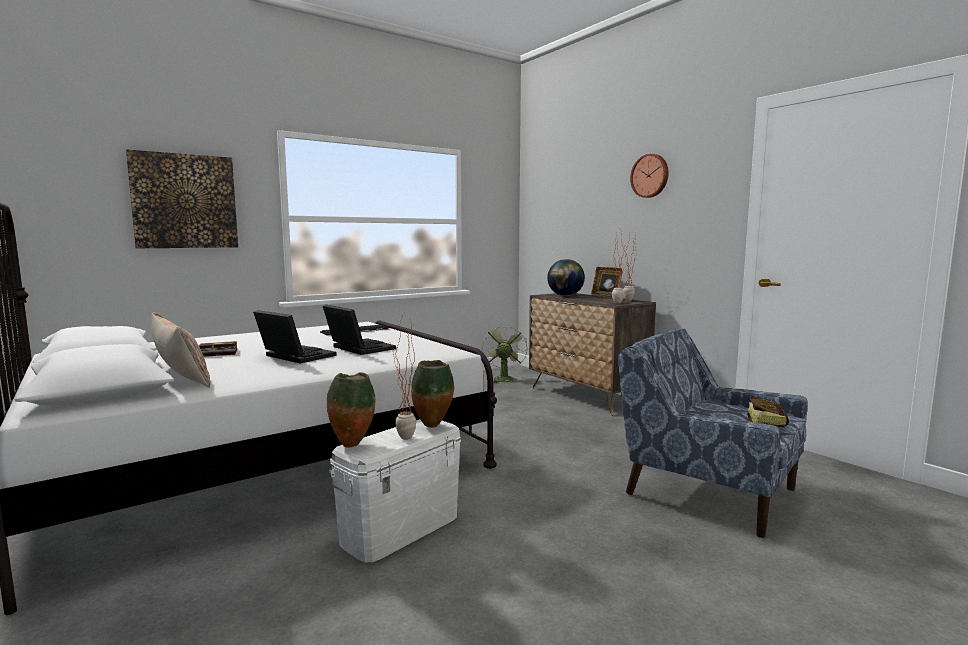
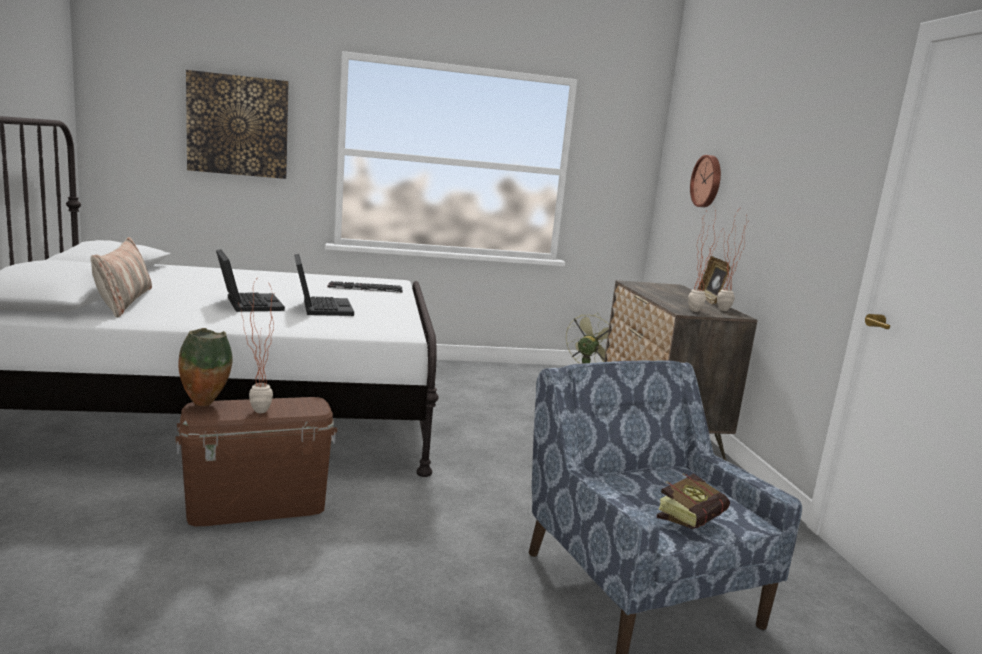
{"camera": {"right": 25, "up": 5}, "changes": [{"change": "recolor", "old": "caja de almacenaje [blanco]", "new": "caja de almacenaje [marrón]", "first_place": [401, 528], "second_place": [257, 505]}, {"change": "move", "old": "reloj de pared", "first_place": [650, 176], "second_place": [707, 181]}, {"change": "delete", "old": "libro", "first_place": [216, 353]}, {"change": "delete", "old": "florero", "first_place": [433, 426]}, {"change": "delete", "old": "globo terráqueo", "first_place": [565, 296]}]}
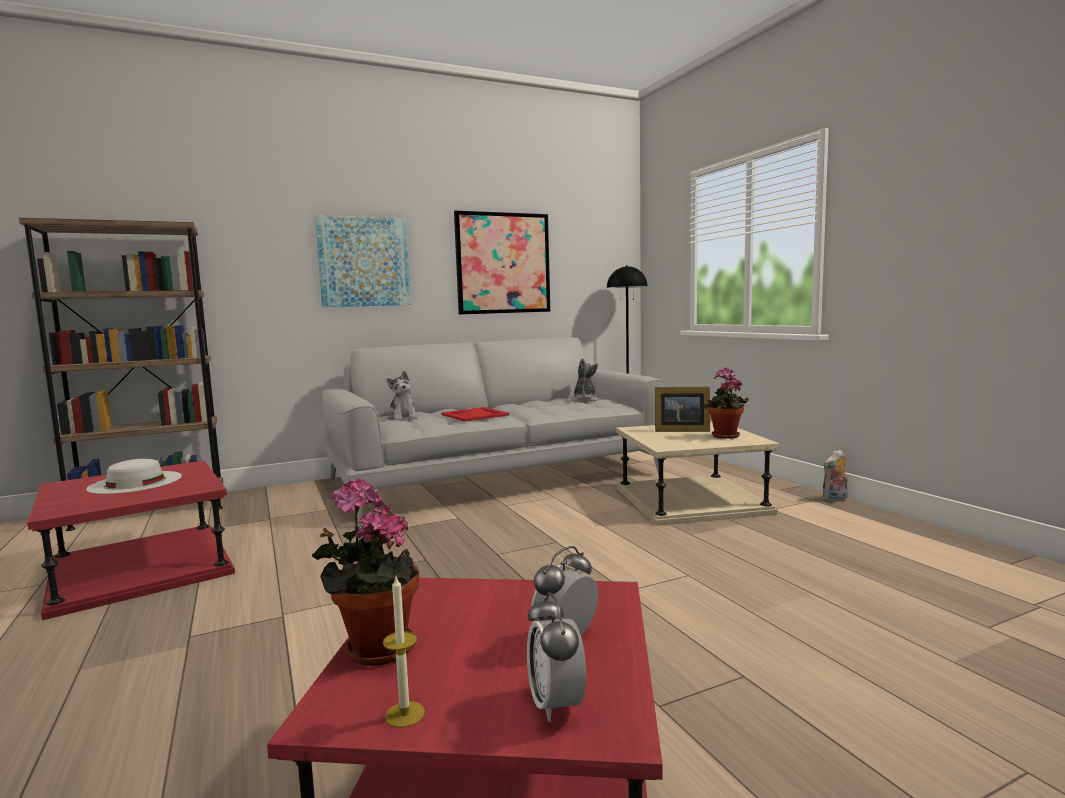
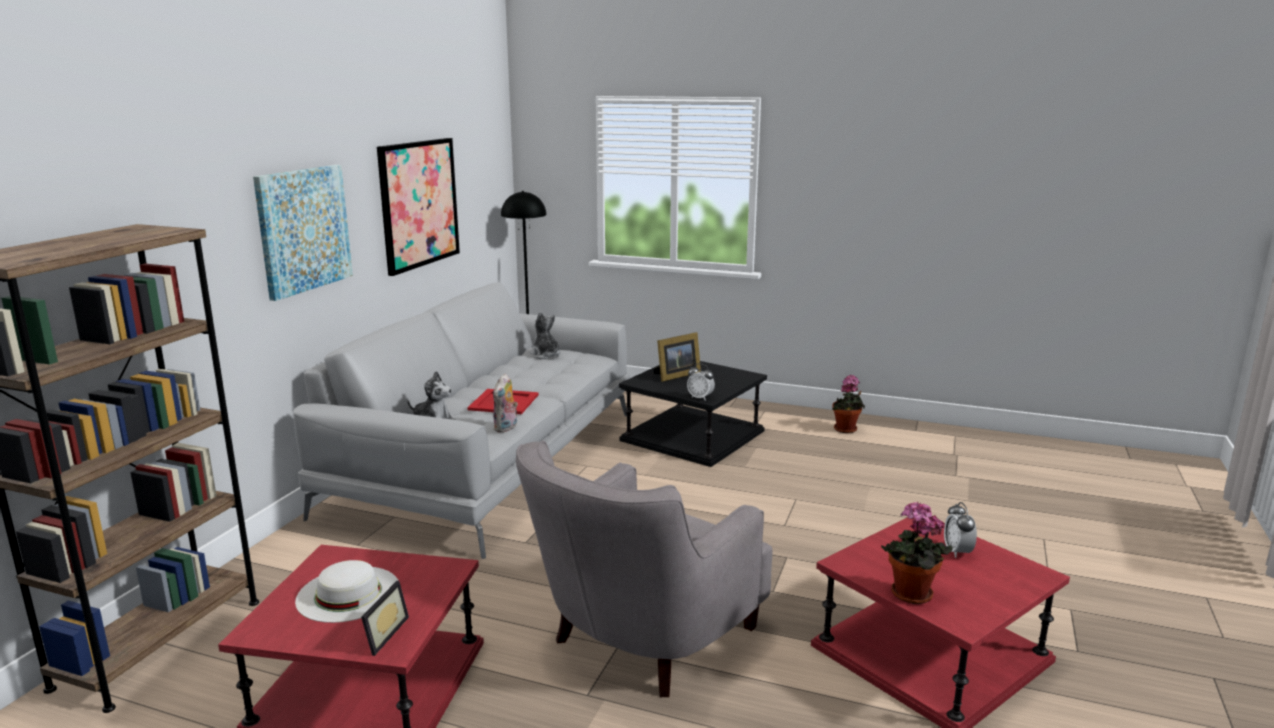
{"camera": {"right": -45, "up": 10}, "changes": [{"change": "insert", "new": "portarretratos", "second_place": [381, 634]}, {"change": "move", "old": "peluche", "first_place": [835, 500], "second_place": [506, 428]}, {"change": "insert", "new": "sillón [gris]", "second_place": [642, 640]}, {"change": "recolor", "old": "mesa auxiliar [beis]", "new": "mesa auxiliar [negro]", "first_place": [691, 500], "second_place": [693, 436]}, {"change": "move", "old": "despertador", "first_place": [556, 704], "second_place": [700, 398]}, {"change": "move", "old": "planta en maceta", "first_place": [725, 436], "second_place": [846, 430]}, {"change": "delete", "old": "vela", "first_place": [404, 714]}]}
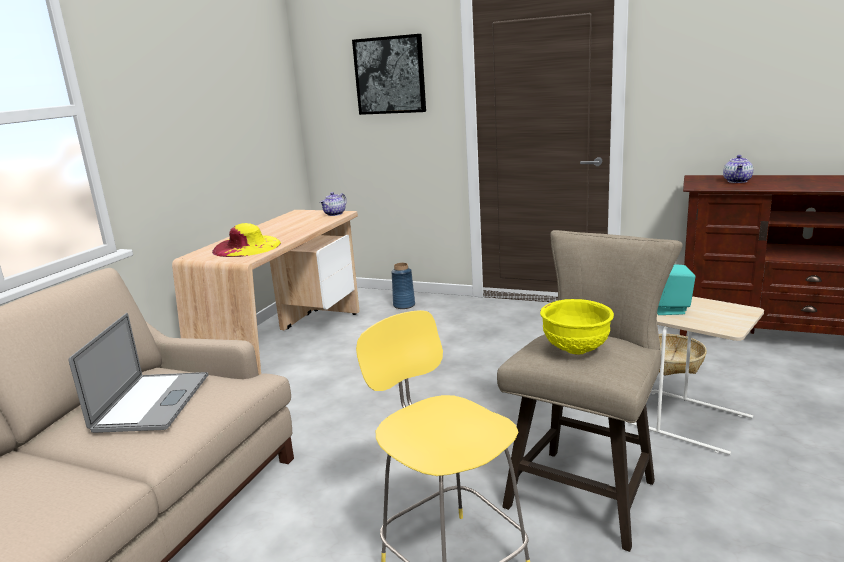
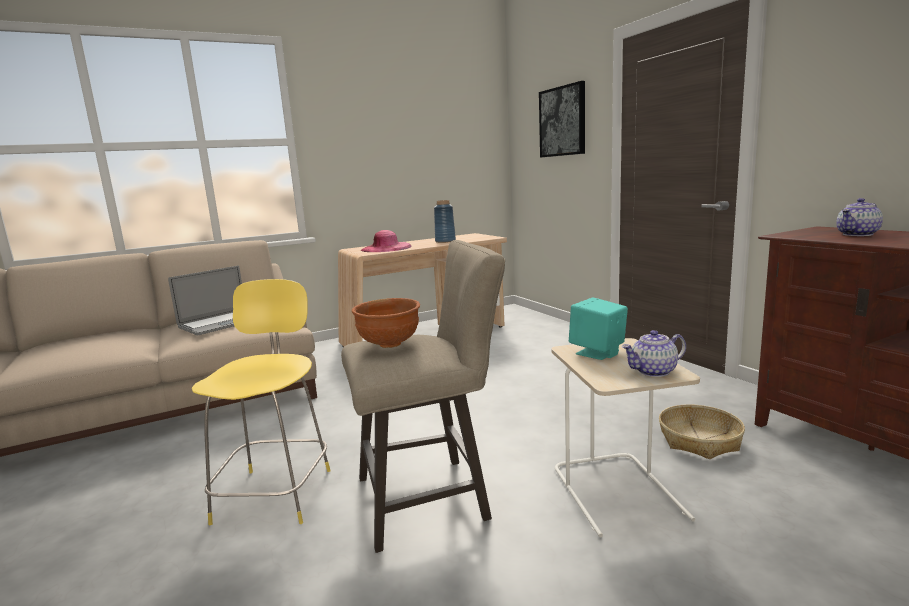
{"camera": {"right": 40, "up": -5}, "changes": [{"change": "recolor", "old": "cuenco [amarillo]", "new": "cuenco [marrón]", "first_place": [576, 350], "second_place": [389, 345]}, {"change": "recolor", "old": "sombrero [amarillo]", "new": "sombrero [rosa]", "first_place": [246, 247], "second_place": [386, 248]}, {"change": "move", "old": "florero [azul]", "first_place": [404, 305], "second_place": [445, 241]}, {"change": "move", "old": "tetera", "first_place": [335, 214], "second_place": [653, 371]}]}
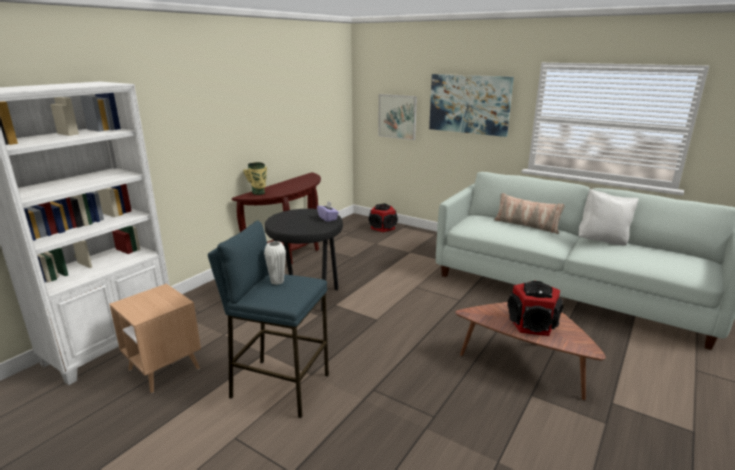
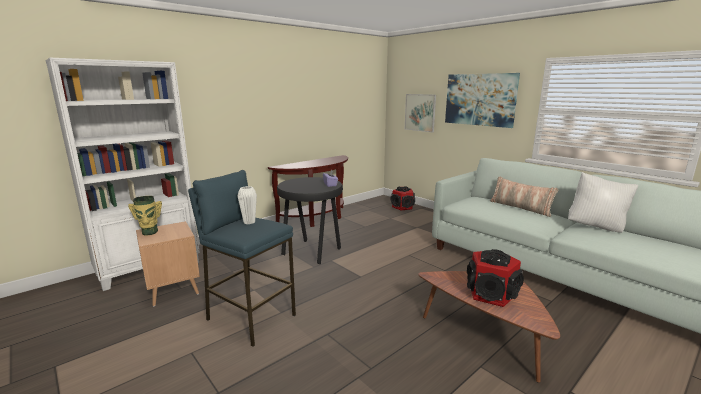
{"camera": {"right": 15, "up": -5}, "changes": [{"change": "move", "old": "florero", "first_place": [259, 193], "second_place": [149, 232]}]}
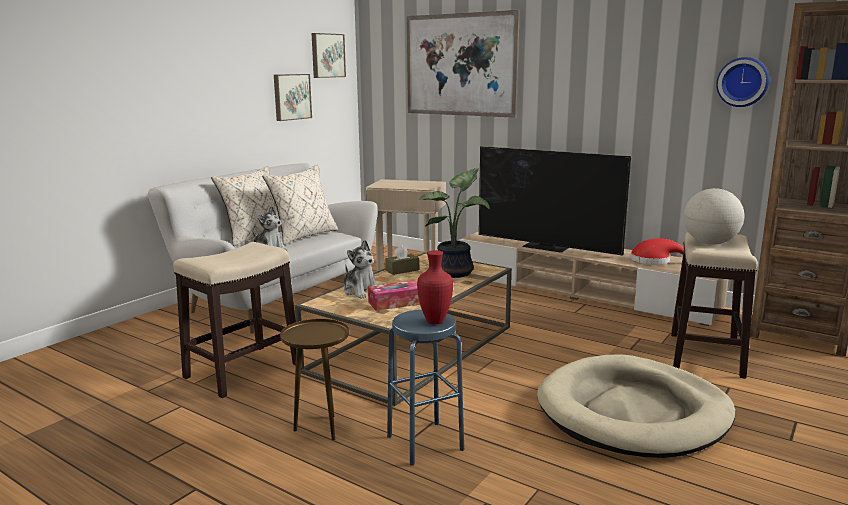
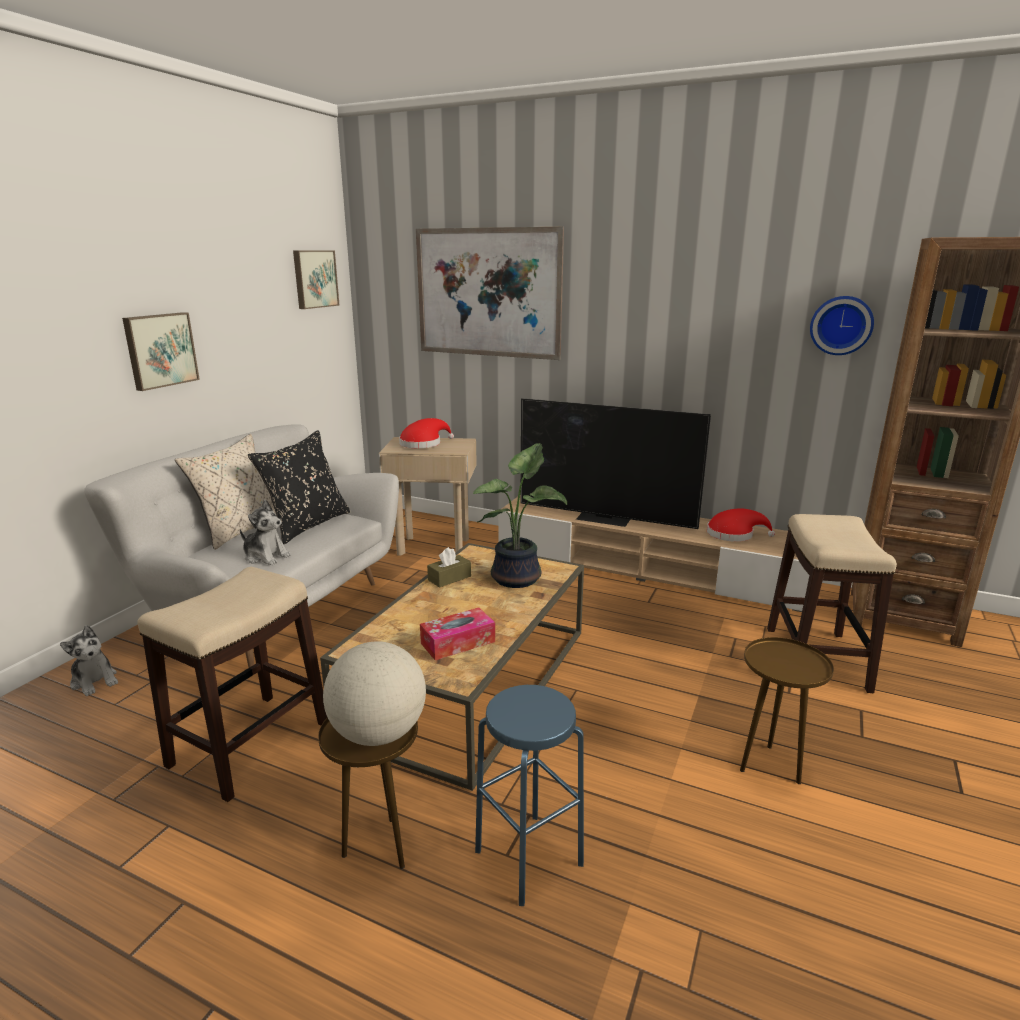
{"camera": {"right": -10, "up": 5}, "changes": [{"change": "move", "old": "peluche", "first_place": [361, 291], "second_place": [95, 681]}, {"change": "move", "old": "cuadro", "first_place": [291, 97], "second_place": [160, 350]}, {"change": "recolor", "old": "cojín [beis]", "new": "cojín [negro]", "first_place": [303, 236], "second_place": [307, 525]}, {"change": "move", "old": "globo terráqueo", "first_place": [710, 243], "second_place": [379, 733]}, {"change": "insert", "new": "sombrero [rojo]", "second_place": [423, 444]}, {"change": "replace", "old": "cama para perro [beis]", "new": "mesa auxiliar [marrón]", "first_place": [633, 412], "second_place": [770, 766]}, {"change": "delete", "old": "florero [rojo]", "first_place": [435, 321]}]}
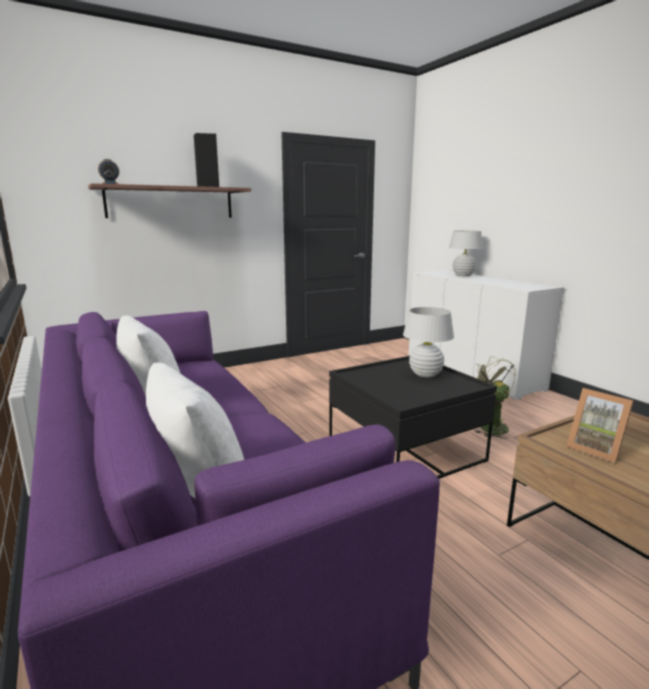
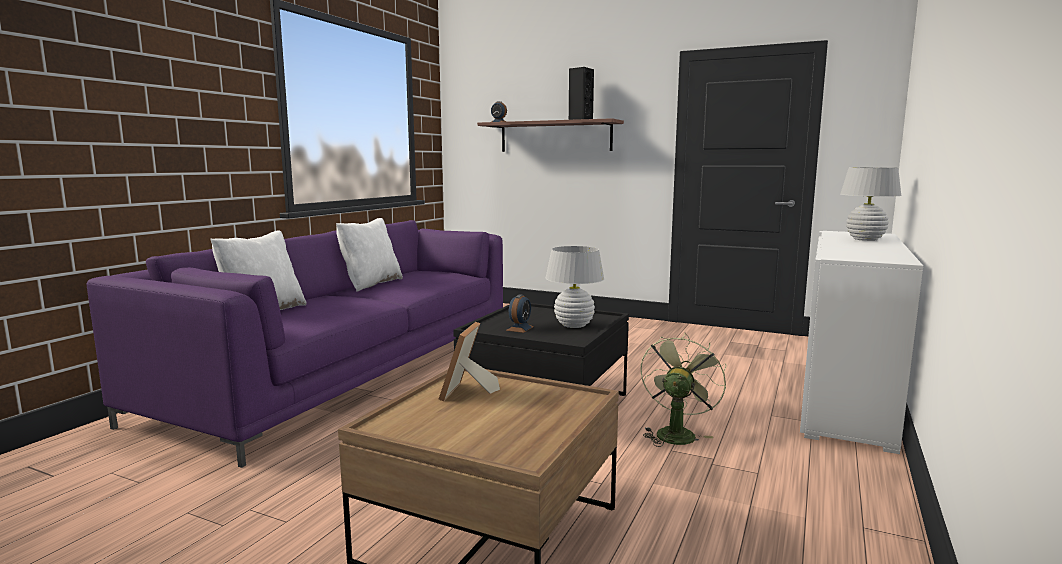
{"camera": {"right": 55, "up": -5}, "changes": [{"change": "insert", "new": "despertador", "second_place": [520, 328]}]}
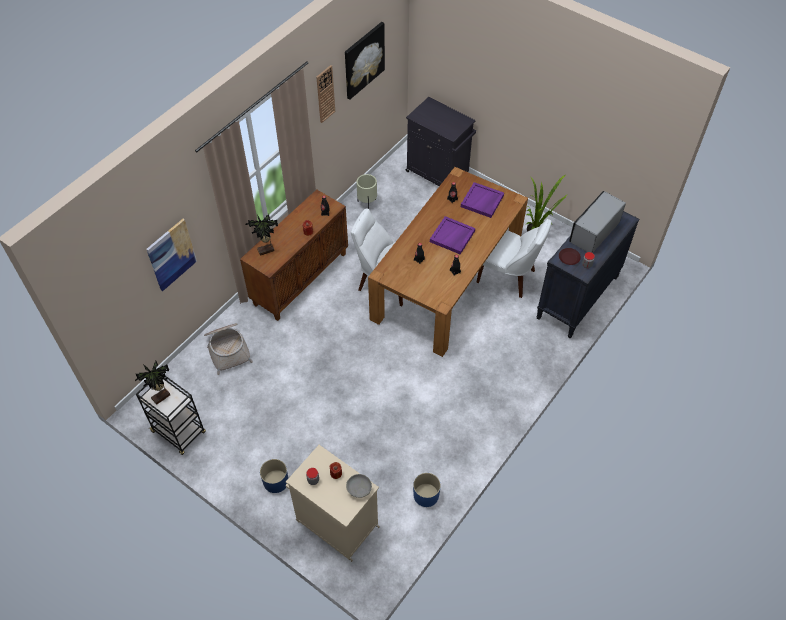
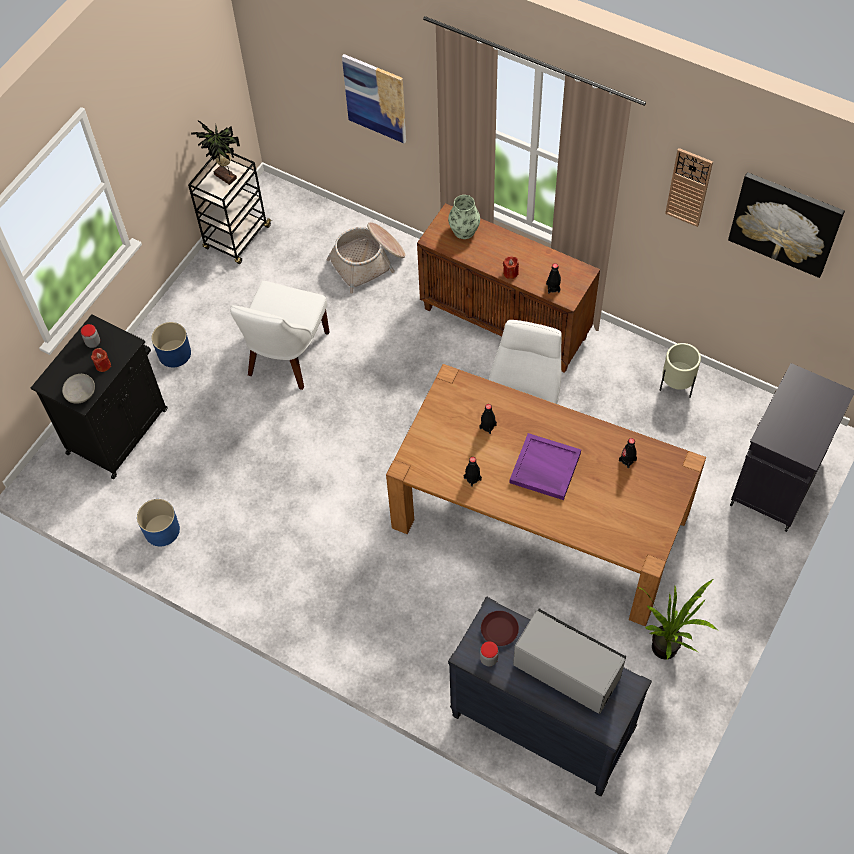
{"camera": {"right": 85, "up": 5}, "changes": [{"change": "recolor", "old": "armario [beis]", "new": "armario [negro]", "first_place": [336, 523], "second_place": [119, 429]}, {"change": "move", "old": "silla [blanco]", "first_place": [508, 277], "second_place": [286, 357]}, {"change": "replace", "old": "planta en maceta", "new": "florero", "first_place": [266, 251], "second_place": [464, 230]}, {"change": "delete", "old": "bandeja [morado]", "first_place": [482, 201]}]}
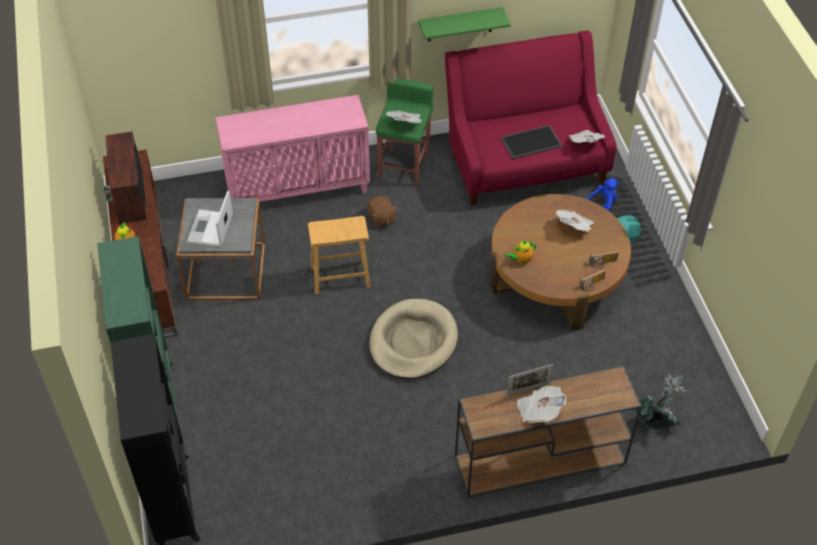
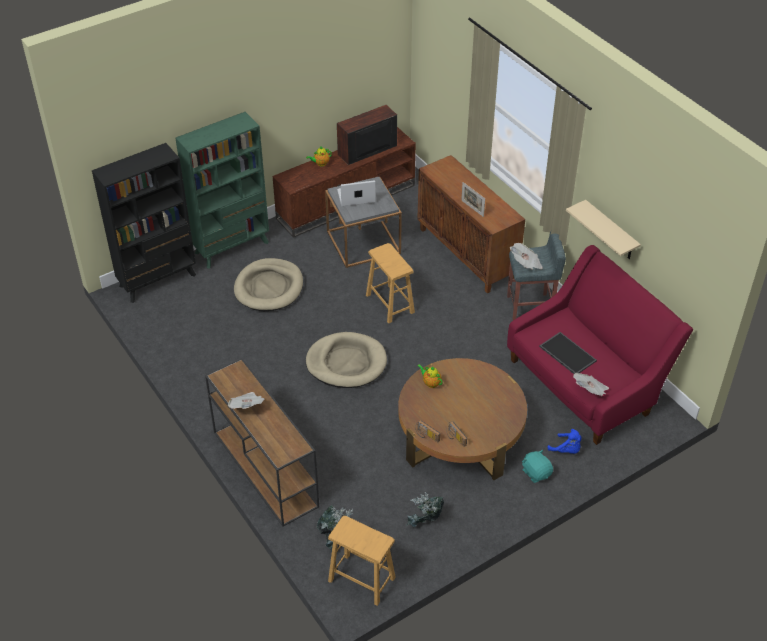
{"camera": {"right": 70, "up": -5}, "changes": [{"change": "insert", "new": "cama para perro [beis]", "second_place": [269, 287]}, {"change": "insert", "new": "taburete [marrón]", "second_place": [361, 579]}, {"change": "insert", "new": "planta en maceta", "second_place": [425, 523]}, {"change": "recolor", "old": "armario [rosa]", "new": "armario [marrón]", "first_place": [299, 188], "second_place": [467, 254]}, {"change": "move", "old": "portarretratos", "first_place": [528, 389], "second_place": [472, 208]}, {"change": "recolor", "old": "taburete [verde]", "new": "taburete [gris]", "first_place": [404, 166], "second_place": [530, 307]}, {"change": "recolor", "old": "estante [verde]", "new": "estante [beis]", "first_place": [460, 24], "second_place": [610, 231]}, {"change": "delete", "old": "peluche [marrón]", "first_place": [381, 218]}, {"change": "delete", "old": "periódico", "first_place": [574, 227]}]}
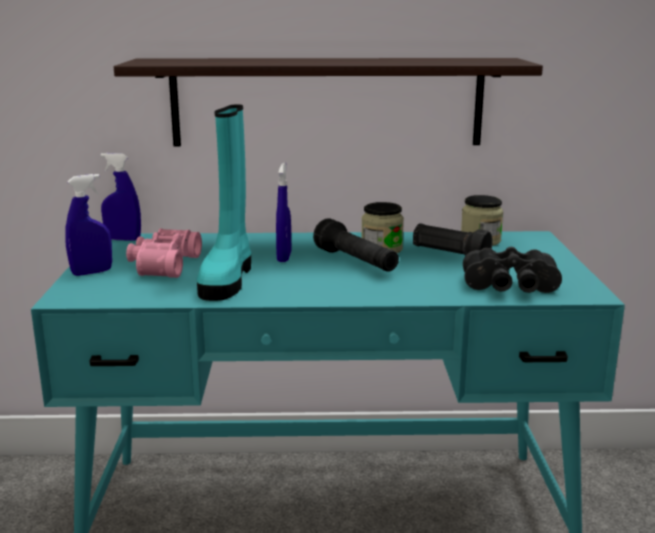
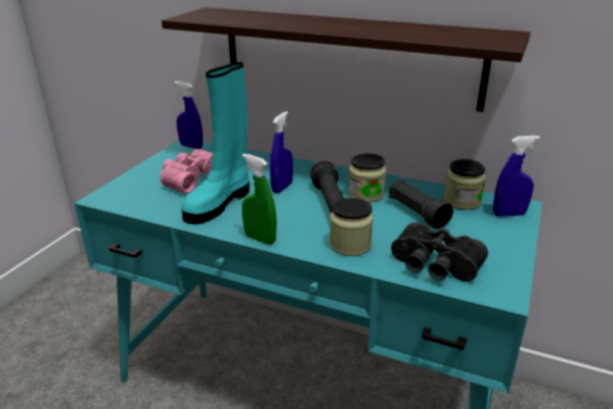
{"camera": {"right": 25, "up": 10}, "changes": [{"change": "insert", "new": "pulverizador [verde]", "second_place": [260, 239]}, {"change": "insert", "new": "tarro", "second_place": [350, 245]}, {"change": "move", "old": "pulverizador [azul]", "first_place": [92, 272], "second_place": [509, 214]}]}
